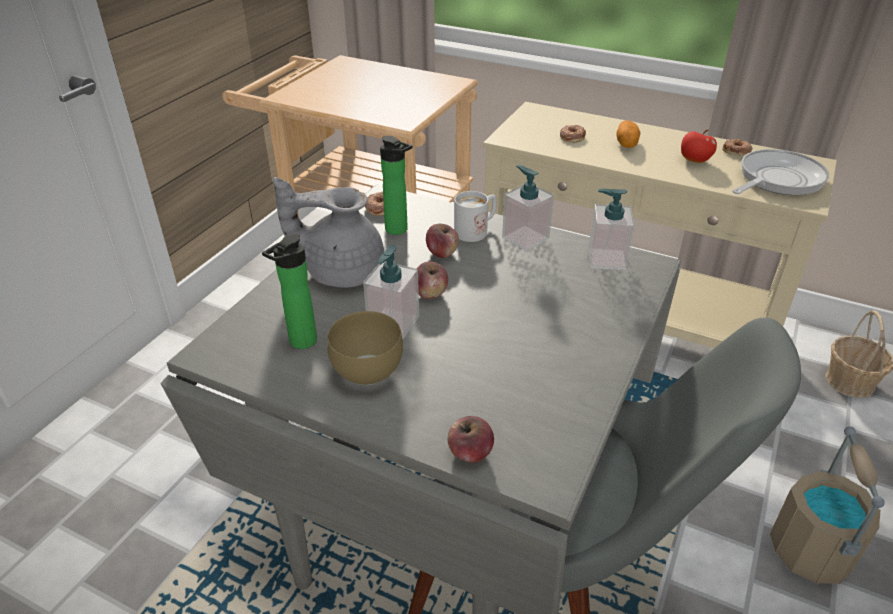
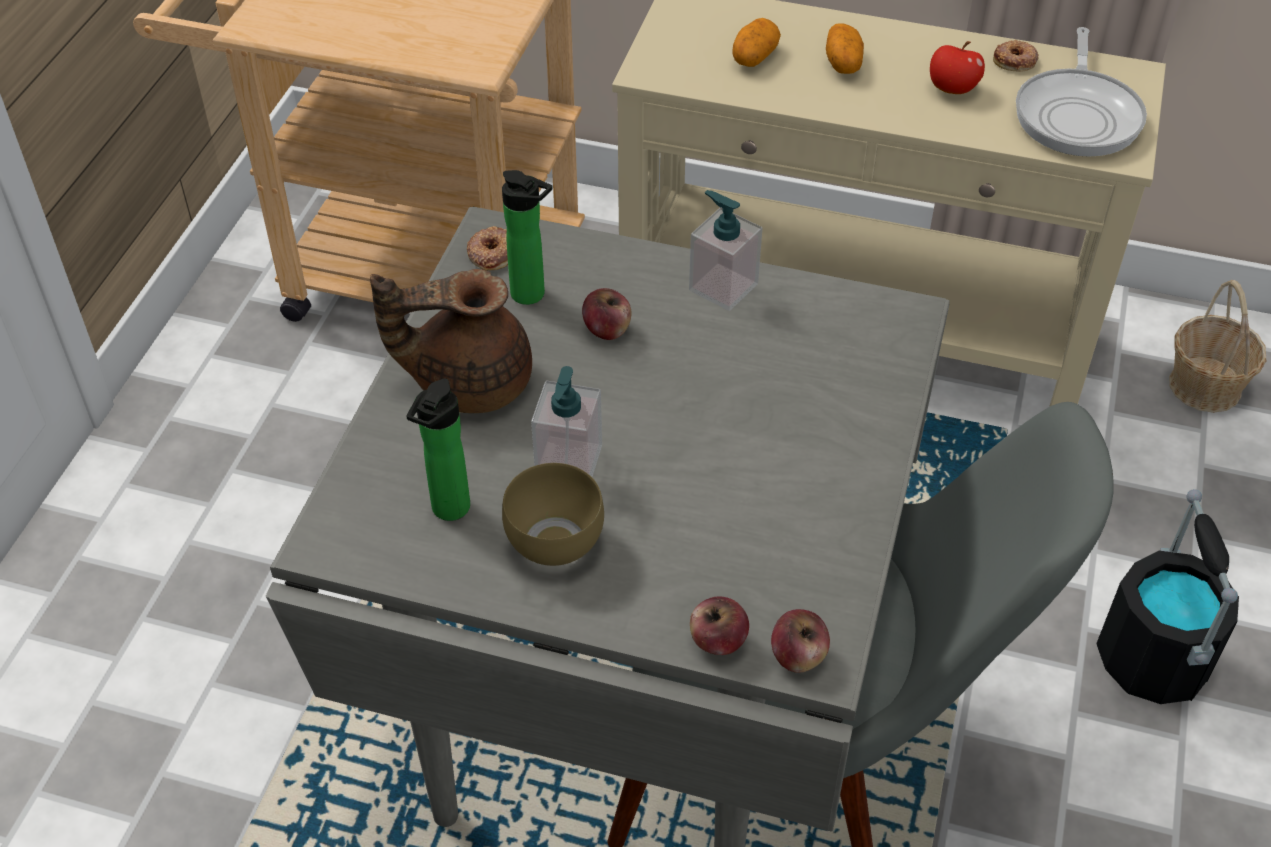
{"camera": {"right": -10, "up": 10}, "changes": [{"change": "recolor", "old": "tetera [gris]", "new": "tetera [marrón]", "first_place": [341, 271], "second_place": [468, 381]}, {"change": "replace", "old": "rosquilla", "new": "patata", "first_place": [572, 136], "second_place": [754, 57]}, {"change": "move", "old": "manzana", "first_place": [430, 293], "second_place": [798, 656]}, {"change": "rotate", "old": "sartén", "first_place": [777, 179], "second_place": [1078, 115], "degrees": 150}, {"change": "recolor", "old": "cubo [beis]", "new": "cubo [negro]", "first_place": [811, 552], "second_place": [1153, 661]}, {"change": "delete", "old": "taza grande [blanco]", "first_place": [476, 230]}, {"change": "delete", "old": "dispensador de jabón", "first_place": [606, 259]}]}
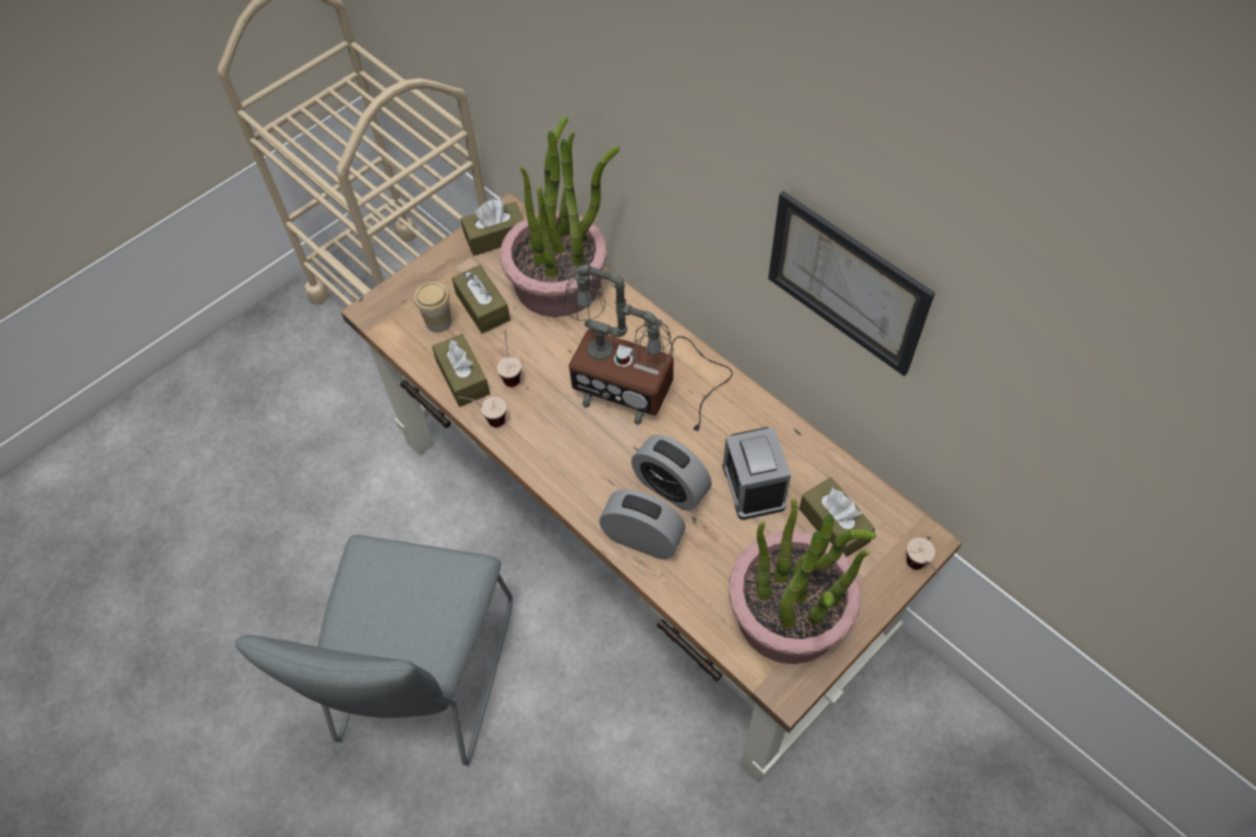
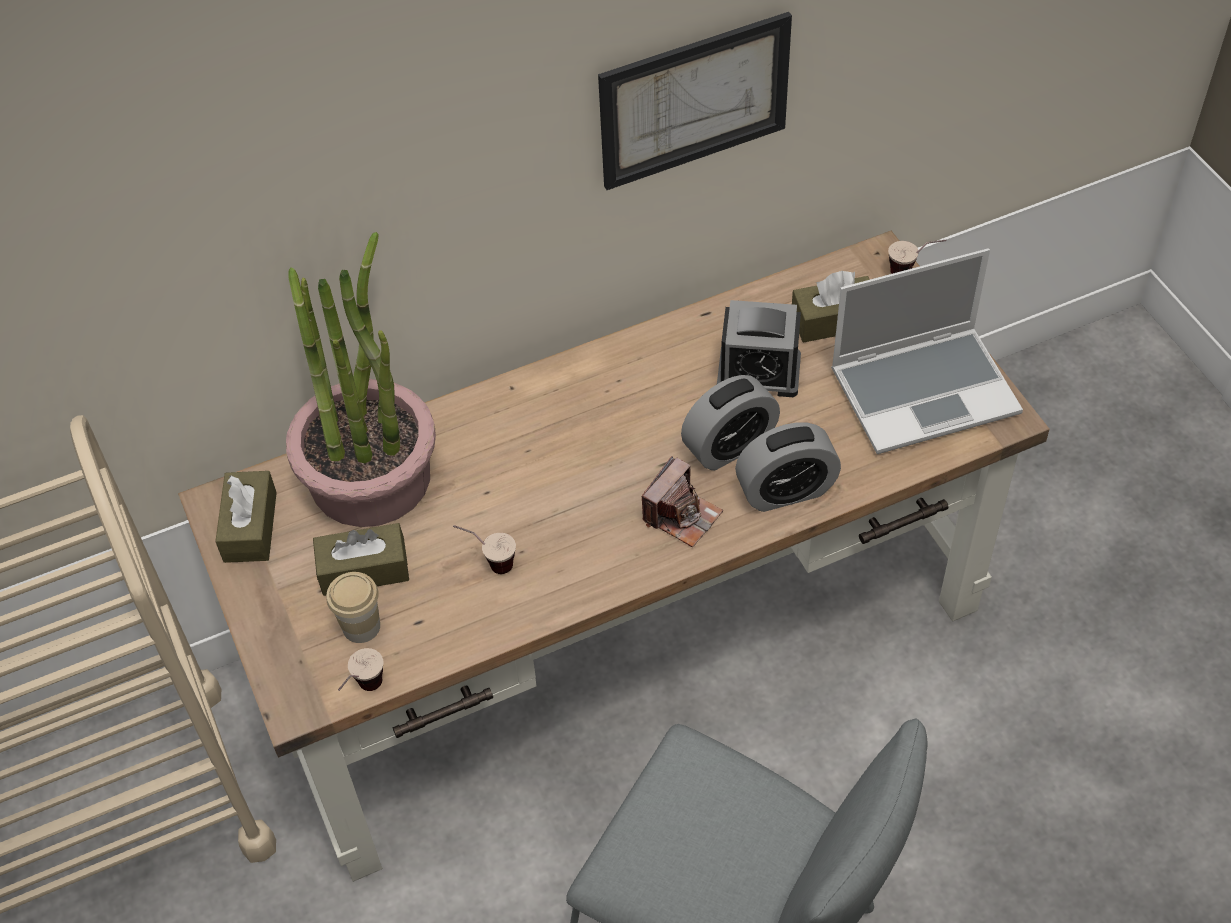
{"camera": {"right": -70, "up": -5}, "changes": [{"change": "move", "old": "taza", "first_place": [486, 420], "second_place": [363, 693]}, {"change": "insert", "new": "cámara", "second_place": [682, 515]}, {"change": "rotate", "old": "despertador", "first_place": [642, 538], "second_place": [786, 491], "degrees": -150}, {"change": "replace", "old": "planta en maceta", "new": "portátil", "first_place": [789, 615], "second_place": [925, 390]}, {"change": "delete", "old": "caja de pañuelos [marrón]", "first_place": [463, 377]}, {"change": "delete", "old": "lámpara de mesa", "first_place": [640, 387]}]}
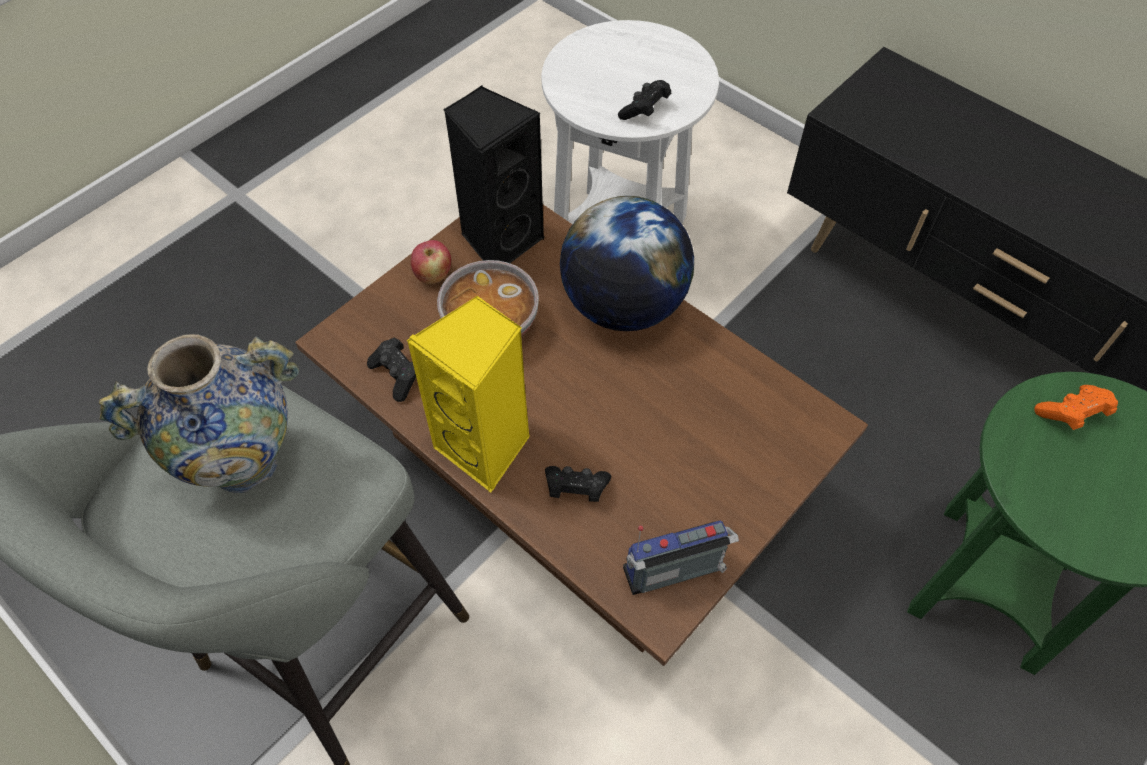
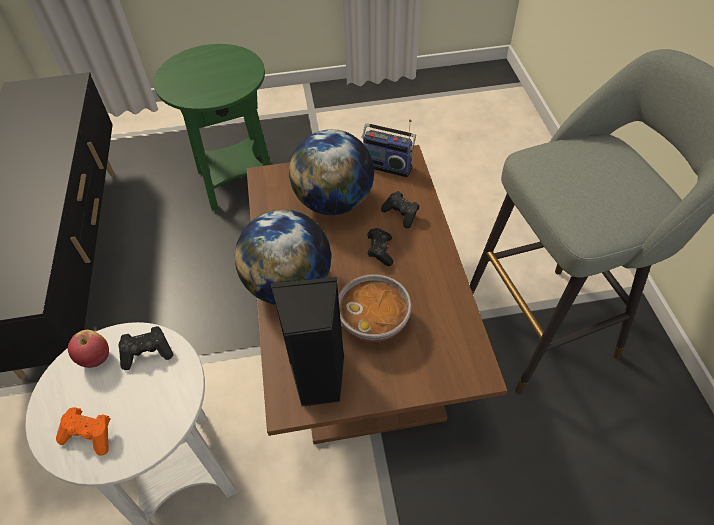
{"camera": {"right": -140, "up": -5}, "changes": [{"change": "move", "old": "mando de consola [naranja]", "first_place": [1071, 414], "second_place": [90, 435]}, {"change": "move", "old": "manzana", "first_place": [433, 275], "second_place": [96, 358]}, {"change": "insert", "new": "globo terráqueo", "second_place": [334, 202]}, {"change": "move", "old": "mando de consola [negro]", "first_place": [398, 375], "second_place": [380, 251]}, {"change": "delete", "old": "florero", "first_place": [245, 464]}, {"change": "delete", "old": "altavoz [amarillo]", "first_place": [486, 447]}]}
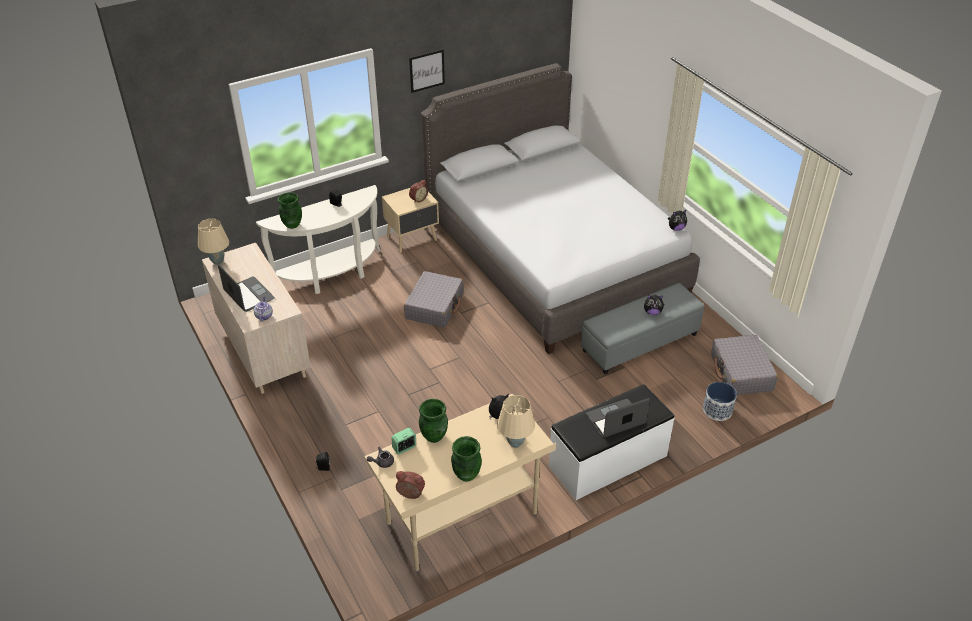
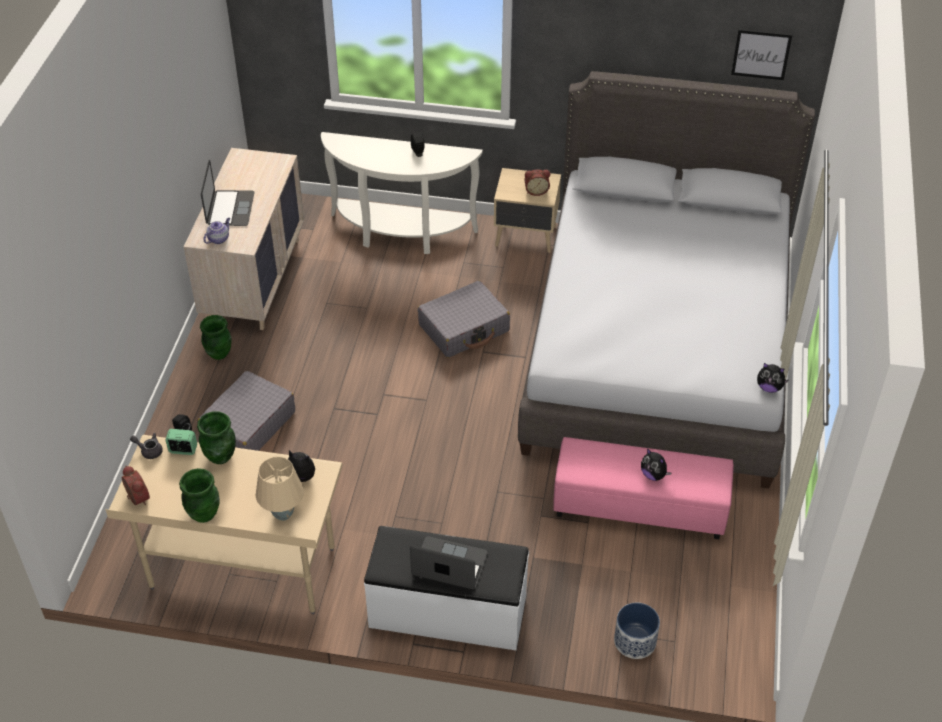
{"camera": {"right": 40, "up": 5}, "changes": [{"change": "move", "old": "maleta [gris]", "first_place": [741, 373], "second_place": [248, 425]}, {"change": "move", "old": "florero [verde]", "first_place": [292, 224], "second_place": [219, 353]}, {"change": "recolor", "old": "puf [gris]", "new": "puf [rosa]", "first_place": [639, 342], "second_place": [640, 505]}, {"change": "move", "old": "cuadro", "first_place": [427, 70], "second_place": [761, 54]}, {"change": "delete", "old": "lámpara de mesa [beis]", "first_place": [218, 261]}]}
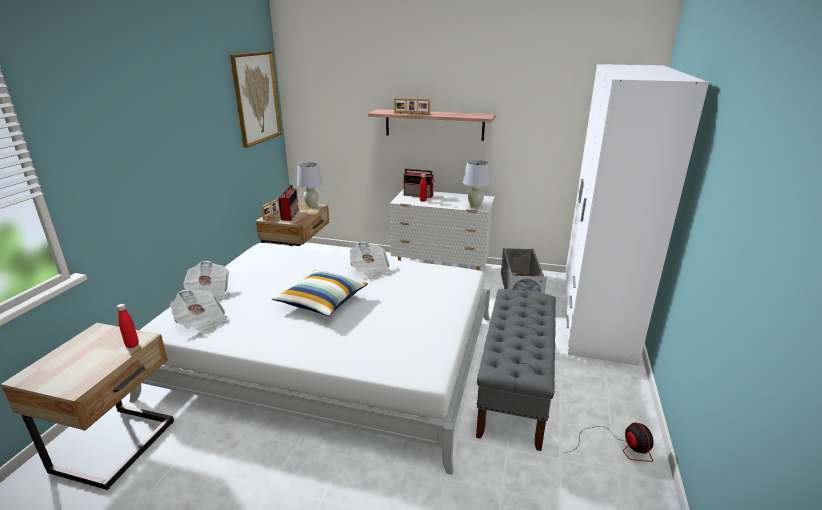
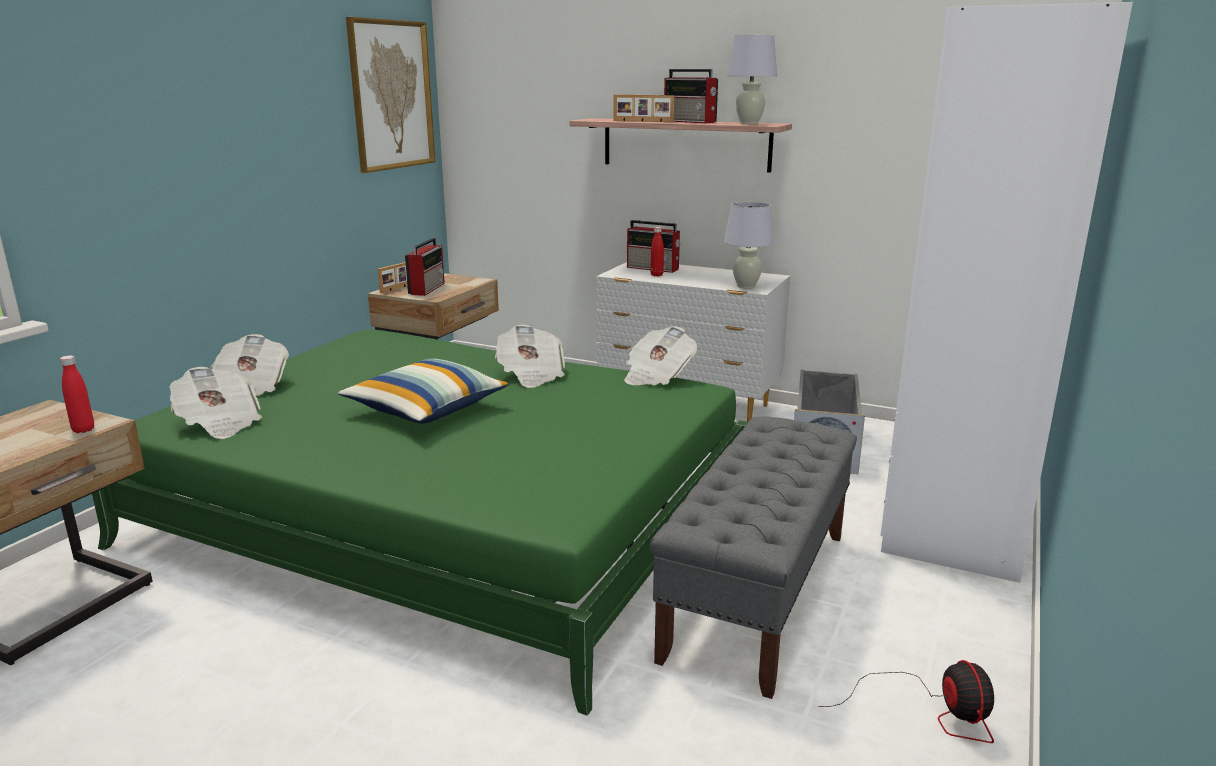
{"camera": {"right": 10, "up": -5}, "changes": [{"change": "recolor", "old": "cama [blanco]", "new": "cama [verde]", "first_place": [332, 355], "second_place": [447, 514]}, {"change": "insert", "new": "periódico", "second_place": [657, 376]}, {"change": "insert", "new": "radio", "second_place": [690, 121]}, {"change": "move", "old": "lámpara de mesa [blanco]", "first_place": [311, 205], "second_place": [749, 123]}]}
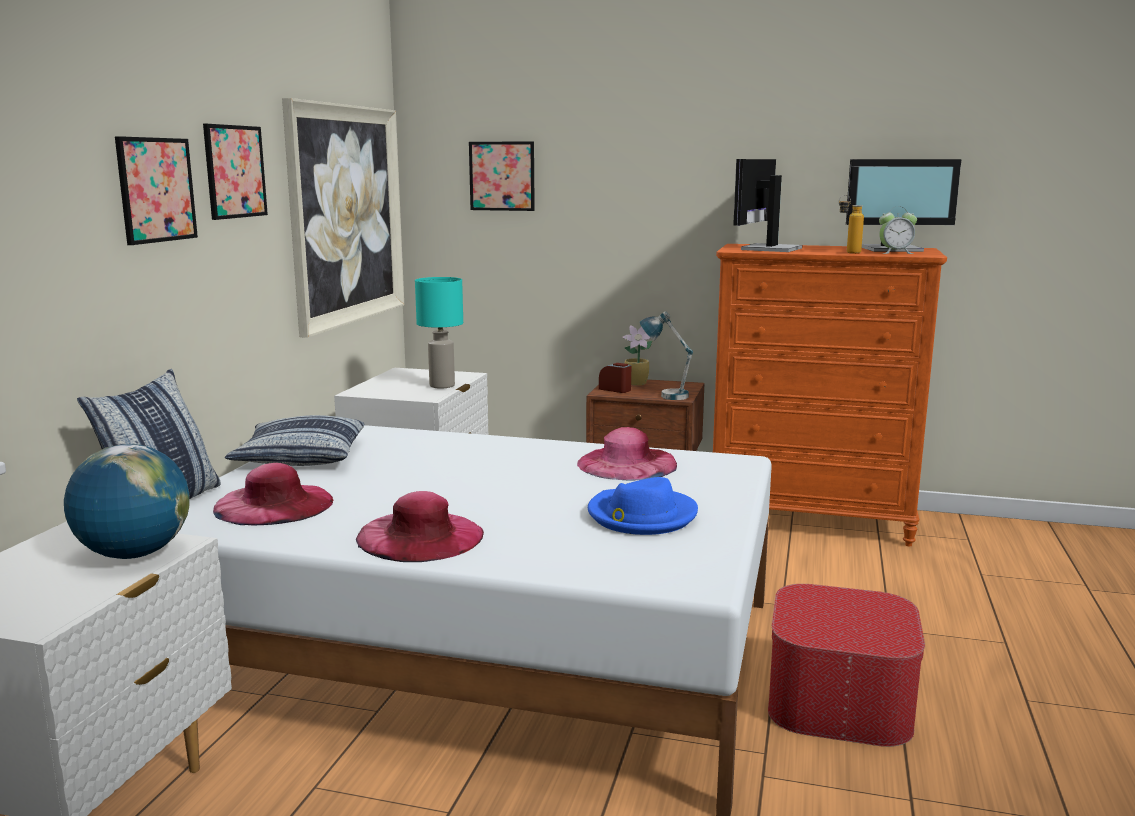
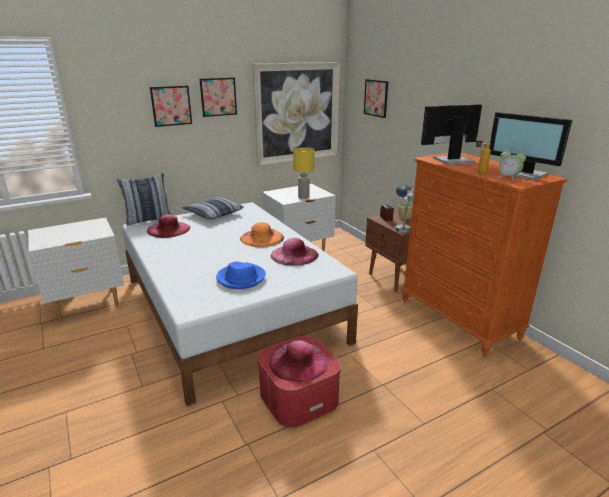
{"camera": {"right": 45, "up": 10}, "changes": [{"change": "insert", "new": "sombrero [naranja]", "second_place": [262, 238]}, {"change": "move", "old": "sombrero [rosa]", "first_place": [420, 536], "second_place": [298, 361]}, {"change": "recolor", "old": "lámpara de mesa [turquesa]", "new": "lámpara de mesa [amarillo]", "first_place": [442, 385], "second_place": [304, 197]}, {"change": "delete", "old": "globo terráqueo", "first_place": [135, 554]}]}
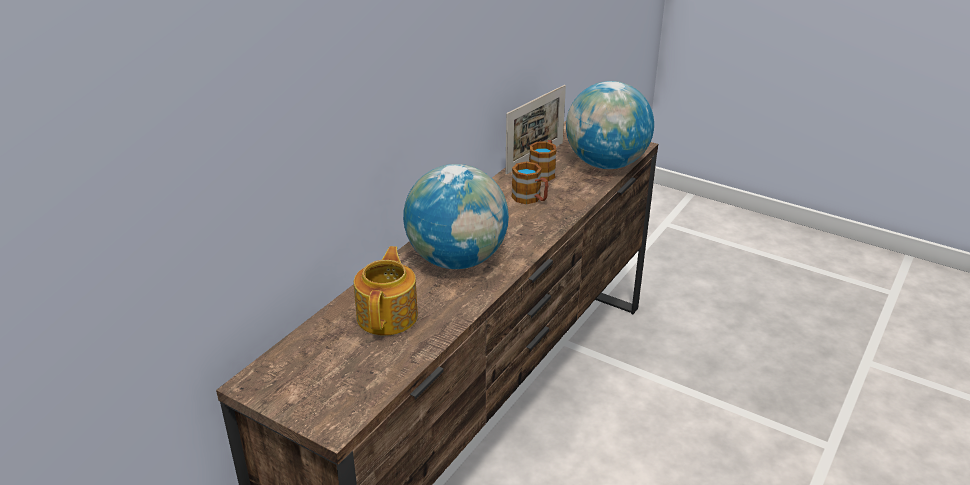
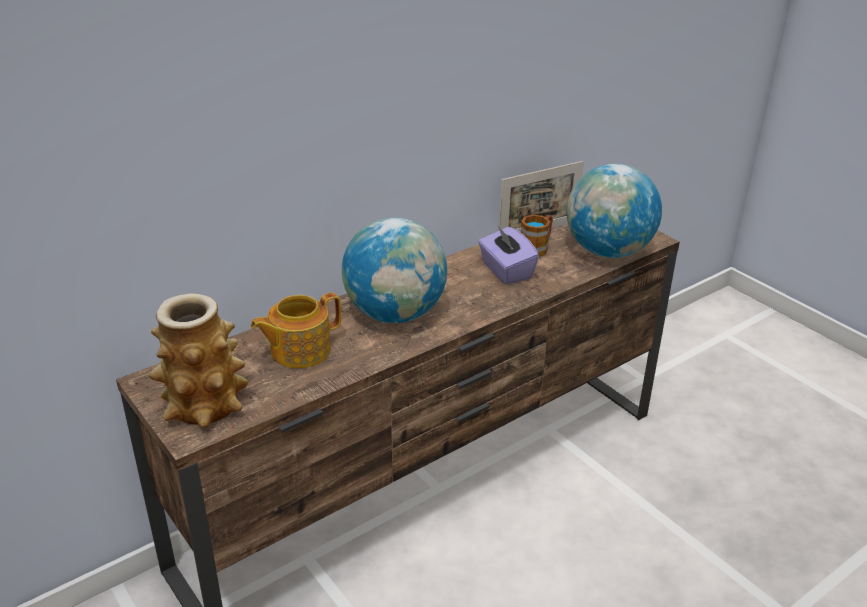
{"camera": {"right": 20, "up": 0}, "changes": [{"change": "insert", "new": "florero", "second_place": [204, 405]}, {"change": "rotate", "old": "tetera", "first_place": [388, 315], "second_place": [299, 350], "degrees": -150}, {"change": "replace", "old": "taza grande", "new": "caja de pañuelos [morado]", "first_place": [530, 199], "second_place": [506, 271]}]}
